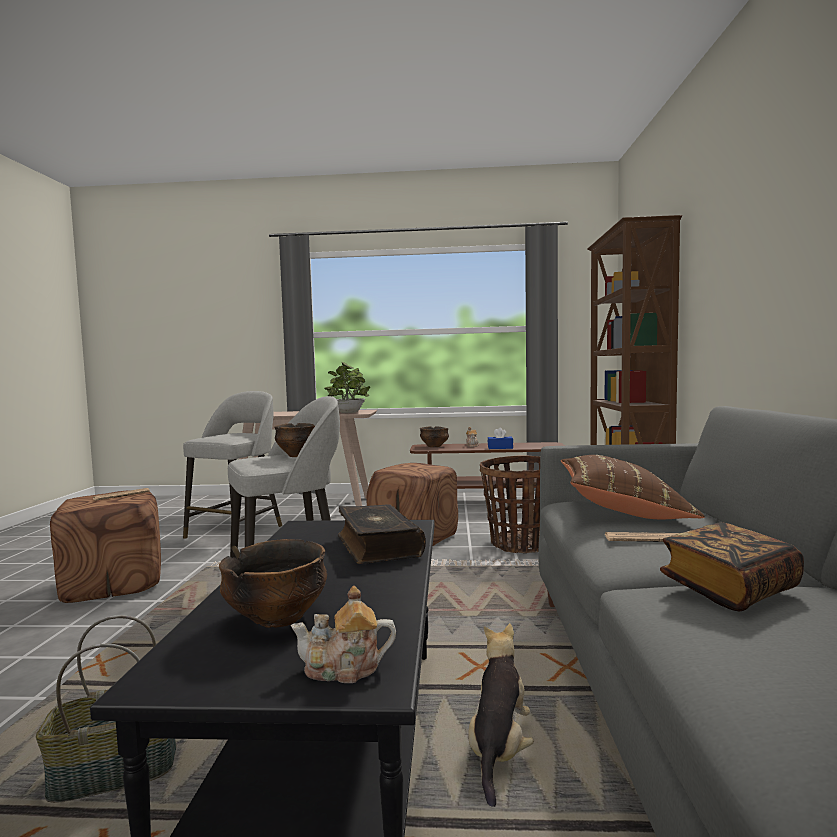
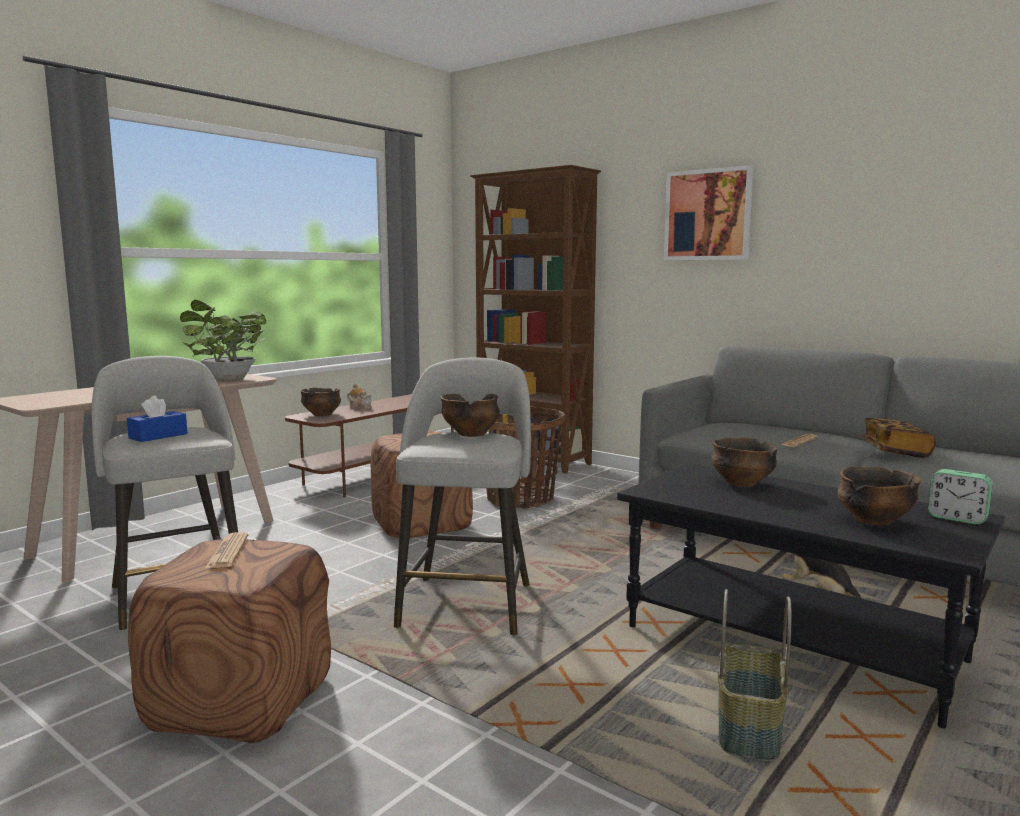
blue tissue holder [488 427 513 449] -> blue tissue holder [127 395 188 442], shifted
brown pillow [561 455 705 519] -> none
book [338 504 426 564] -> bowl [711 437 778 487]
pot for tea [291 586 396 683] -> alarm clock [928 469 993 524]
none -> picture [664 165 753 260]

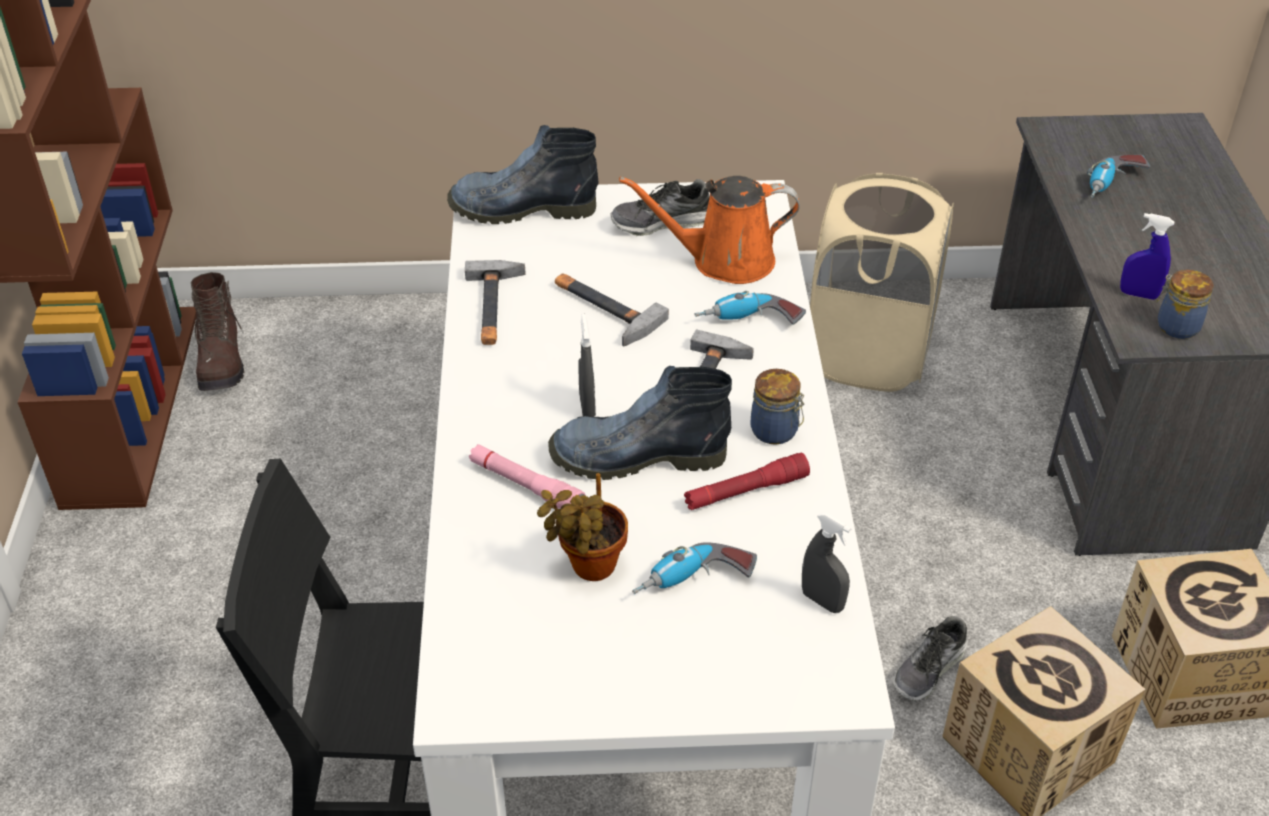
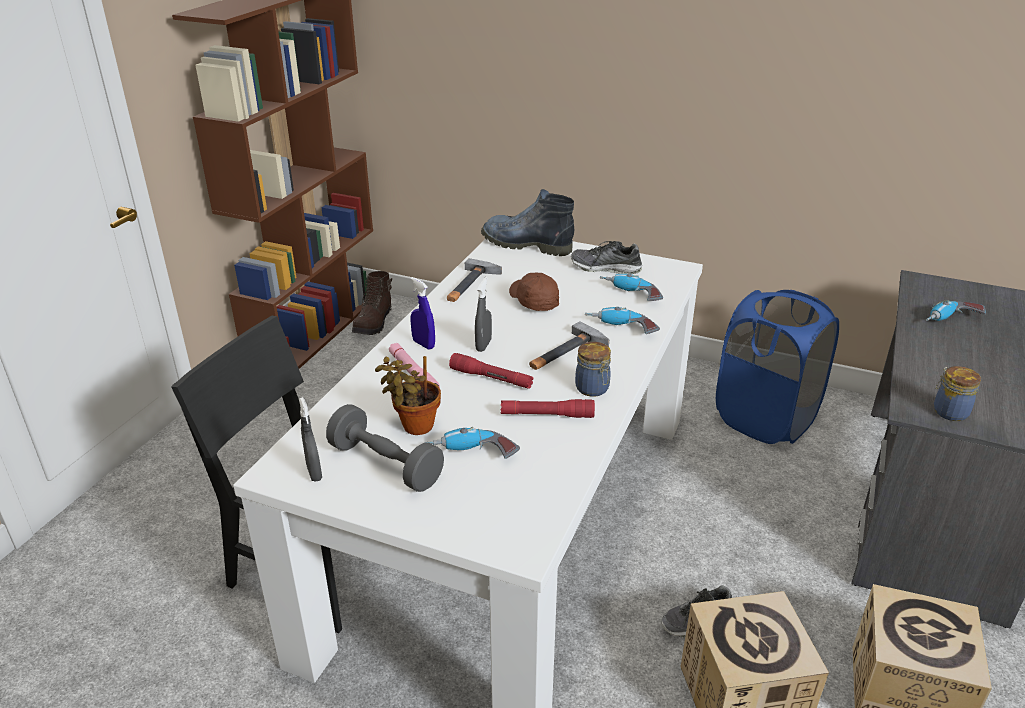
sand-coloured washing basket [810 173 954 392] -> blue washing basket [716 290 839 444]
orangey watering pot [619 176 800 284] -> power drill [600 274 663 301]
blue sprayer [1120 213 1174 300] -> blue sprayer [410 277 435 350], shifted
hand hammer [555 273 669 346] -> brown cap [509 273 559 311]
boot [548 366 732 480] -> red-coloured torch [449 353 534 389]
gray sprayer [802 512 852 613] -> gray sprayer [299 397 322 482], shifted
none -> gray hand weight [326 404 444 492]

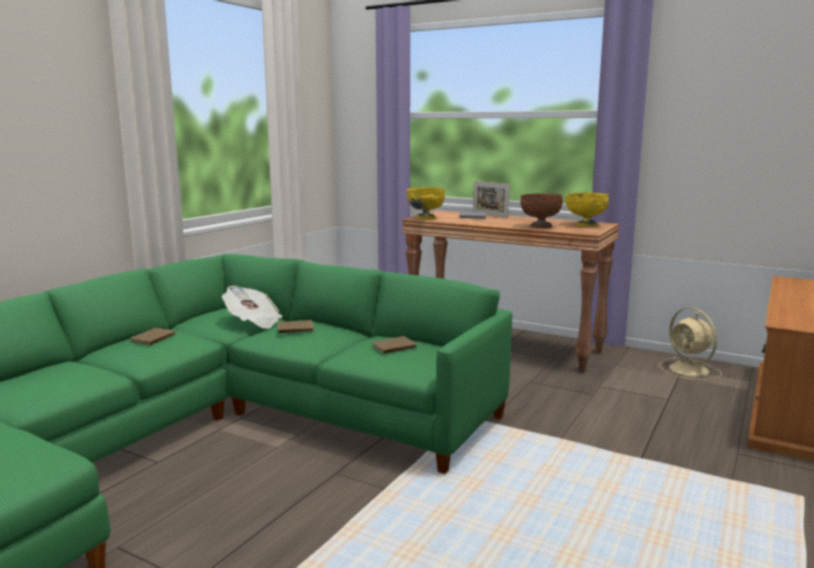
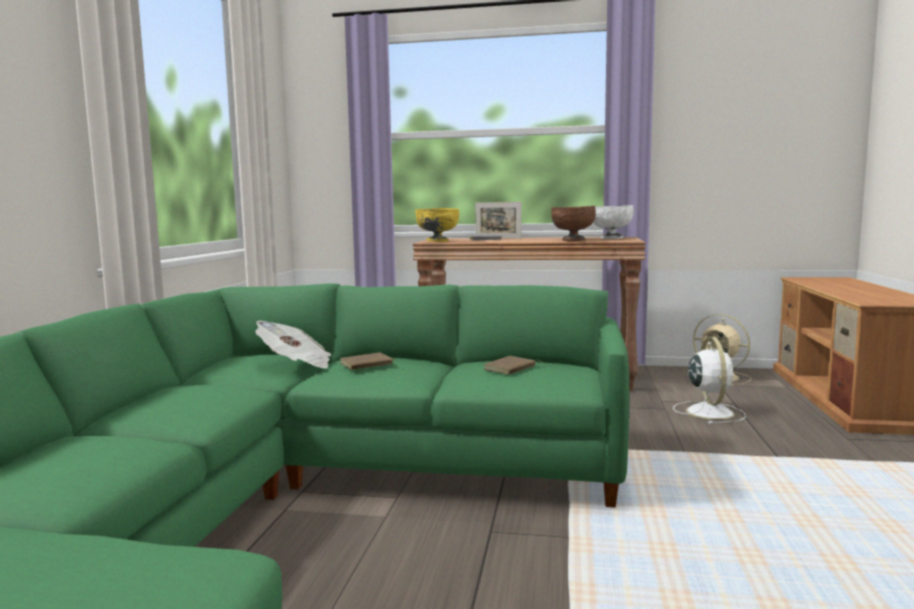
yellow-coloured bowl [566 193 609 227] -> white bowl [593 205 634 239]
brown book [130 328 181 346] -> none
none -> white electric fan [673 337 746 424]

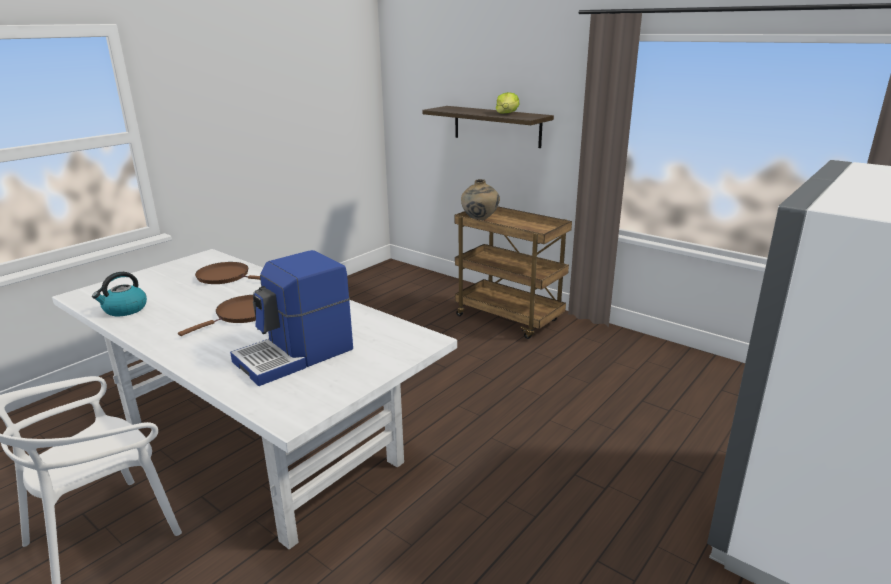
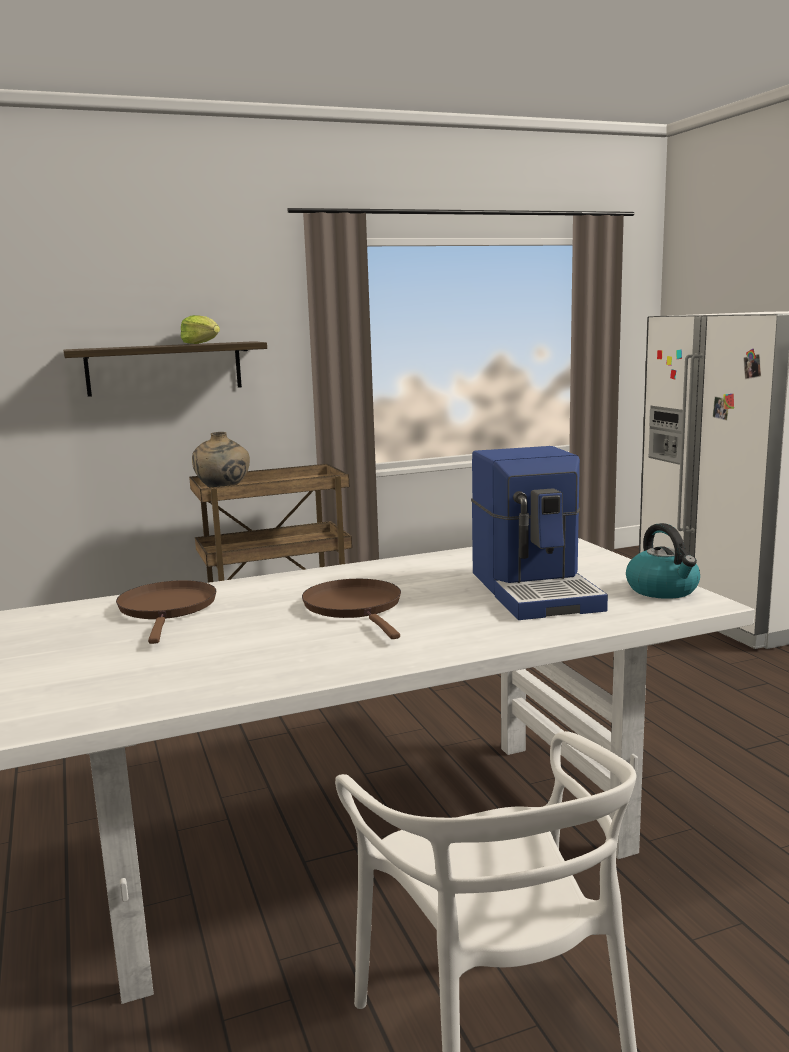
brown pan [195 262 260 284] -> brown pan [116 580 216 644], 120 degrees clockwise
kettle [92 272 147 316] -> kettle [626 523 700 599], shifted

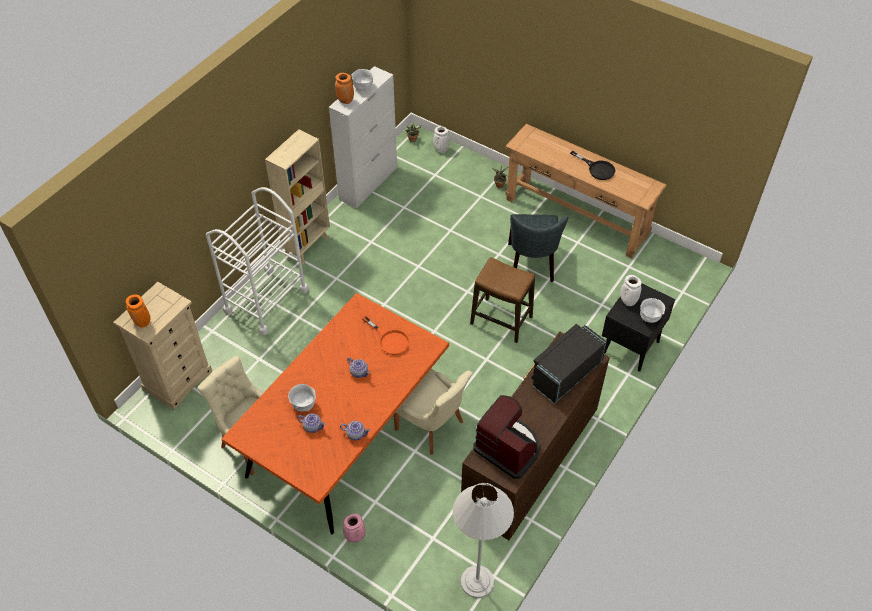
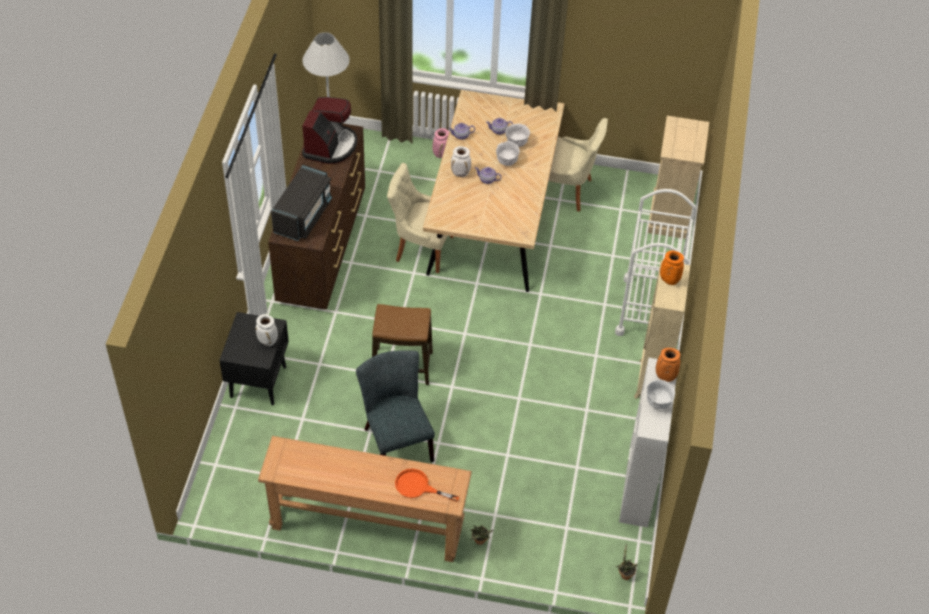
white vase [433 126 449 153] -> white vase [451 146 471 177], shifted
blackish pan [570 151 615 180] -> none
orangey kitchen table [221 293 449 534] -> sand-coloured kitchen table [423 90 565 292]
orangey vase [126 294 150 328] -> orangey vase [660 251 684 285], shifted
white bowl [640 298 665 323] -> white bowl [496 141 520 166], shifted
orangey pan [362 316 410 355] -> orangey pan [395 469 459 502], shifted
coffee brewer [473 395 540 479] -> coffee brewer [302 97 357 164], 90 degrees counterclockwise

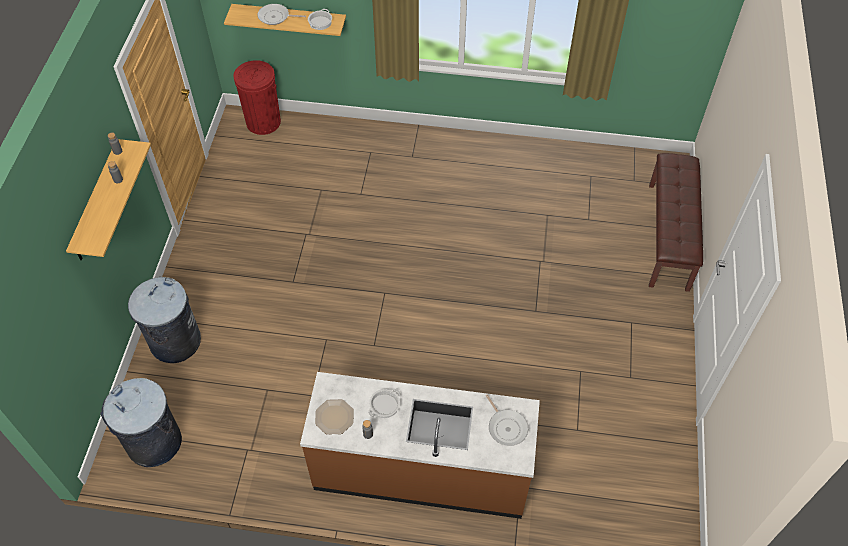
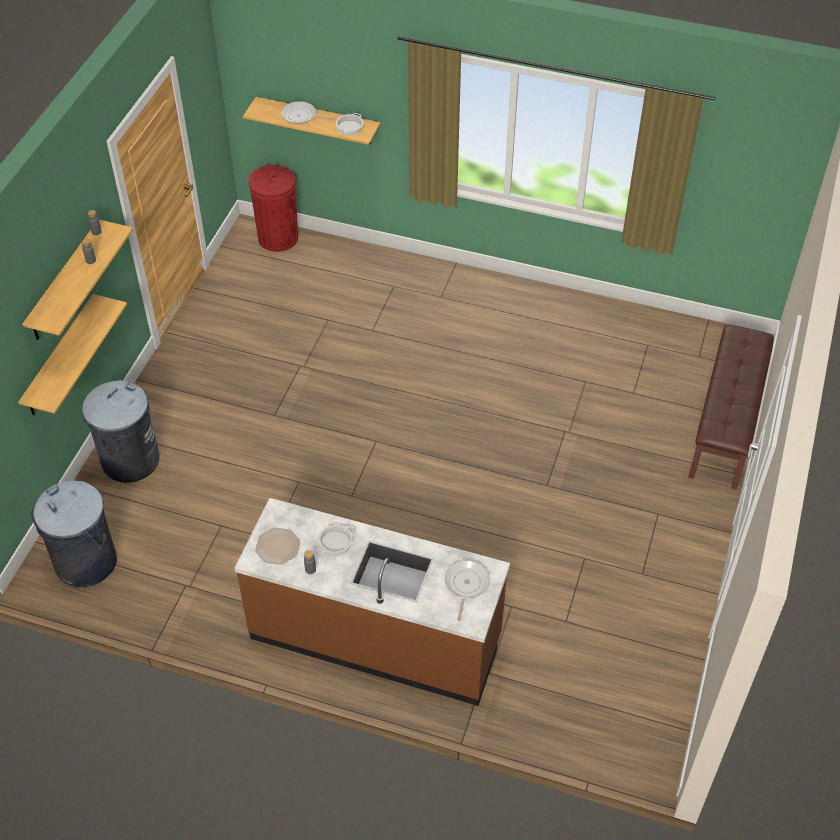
pan [486 394 528 446] -> pan [445 560 490 621], 150 degrees counterclockwise
none -> shelf [18 294 127 415]

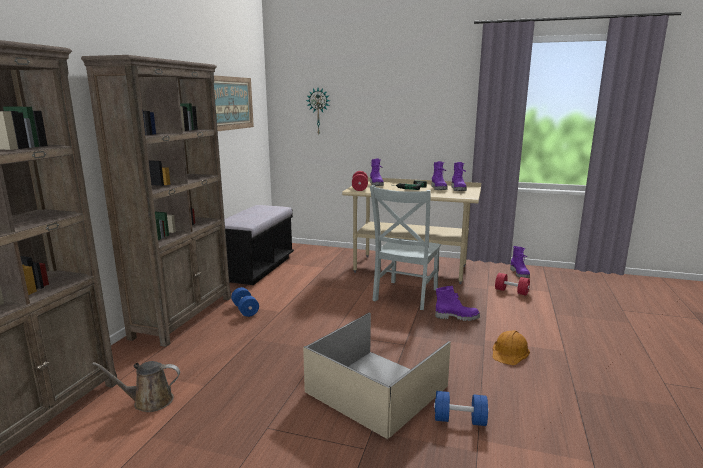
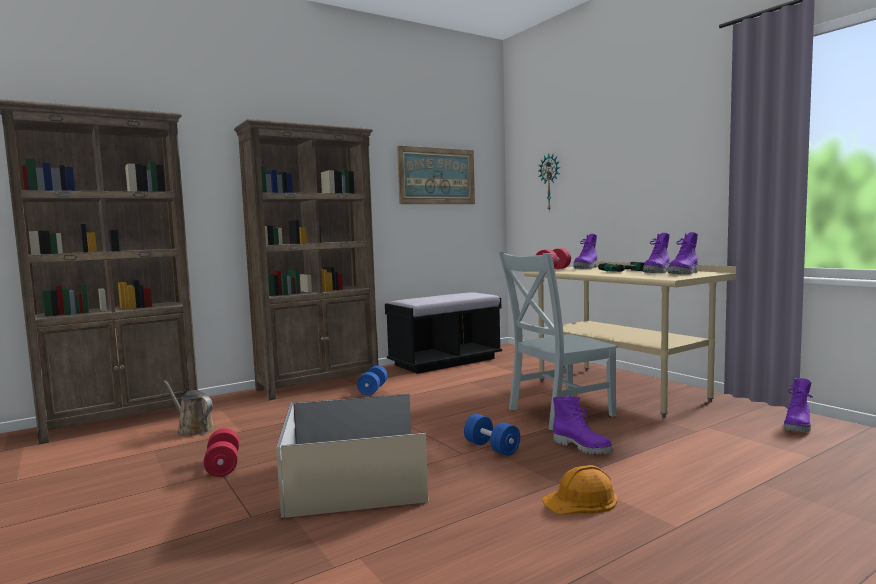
red-coloured hand weight [495 273 530 296] -> red-coloured hand weight [203 428 239 477], shifted
blue hand weight [434 391 489 426] -> blue hand weight [464 414 520 456], shifted

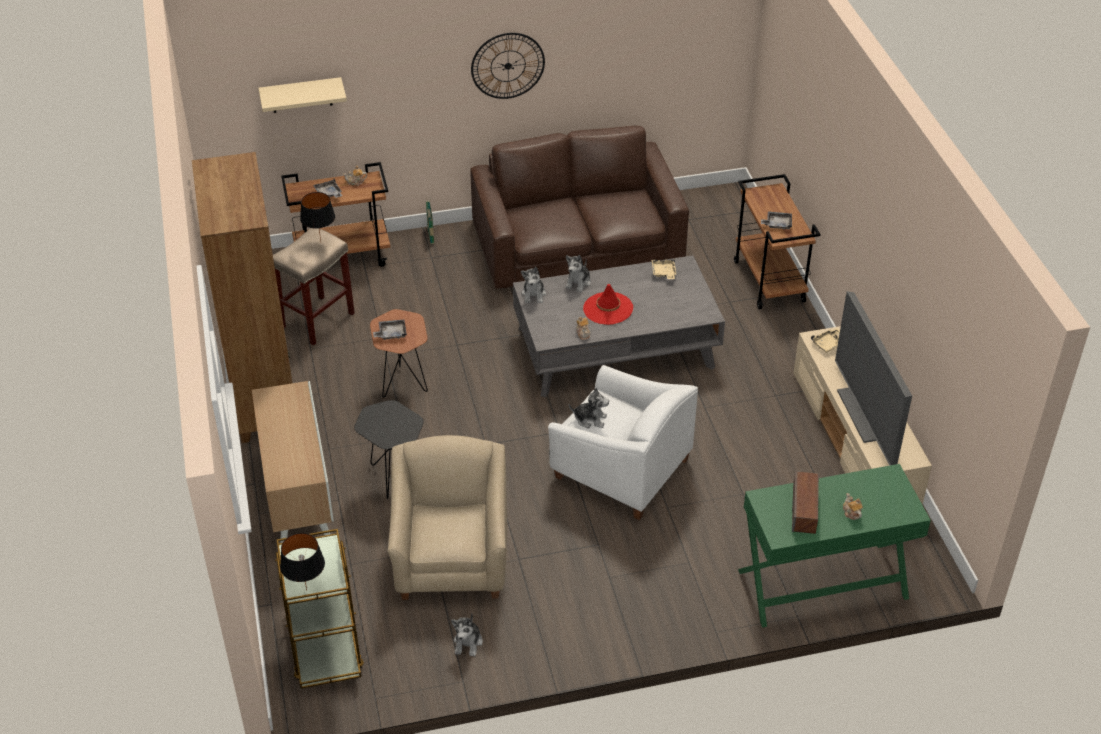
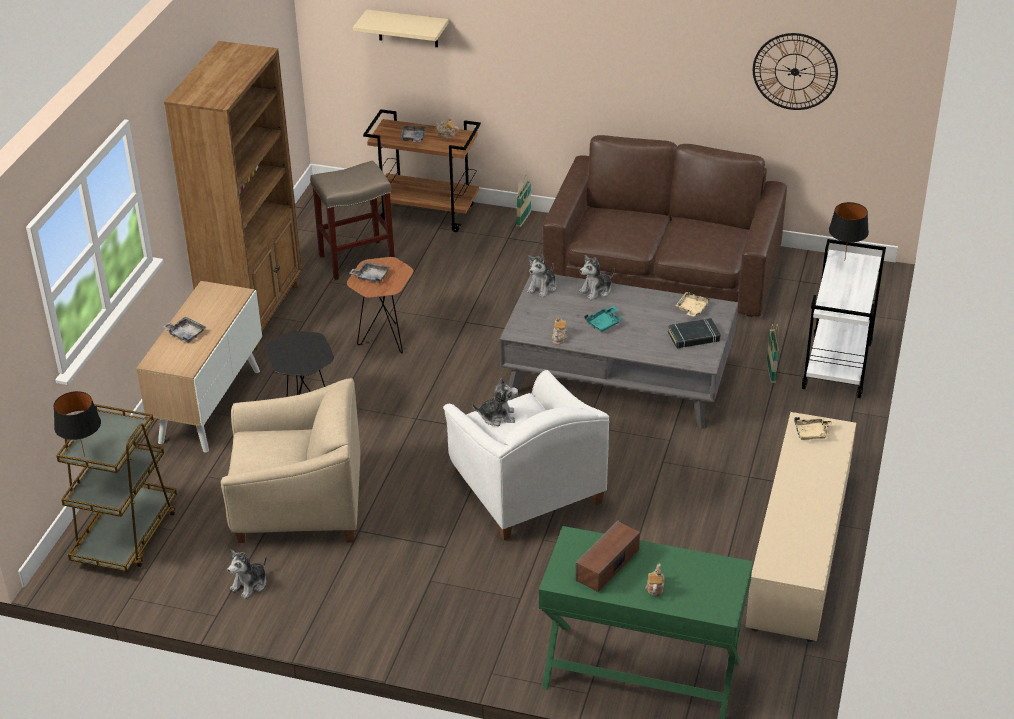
clock on the wall [471 33 545 99] -> clock on the wall [753 33 838 110], shifted
brown cart [734 174 820 309] -> white cart [802 239 886 398]
blackish tabletop lamp [300 192 335 241] -> blackish tabletop lamp [829 202 869 258], shifted
gray carrying tray [761 211 792 229] -> gray carrying tray [162 317 206 343], shifted
red-coloured clothing hat [583 284 633 325] -> blue-green carrying tray [584 306 623 332]
TV set [835 291 912 466] -> none
plush toy [569 388 609 429] -> plush toy [472 377 518 426], 45 degrees counterclockwise
sand-coloured armchair [387 435 507 600] -> sand-coloured armchair [221 378 360 543], 60 degrees clockwise
none -> blackish book [668 318 721 348]
none -> household basket [767 324 779 383]

